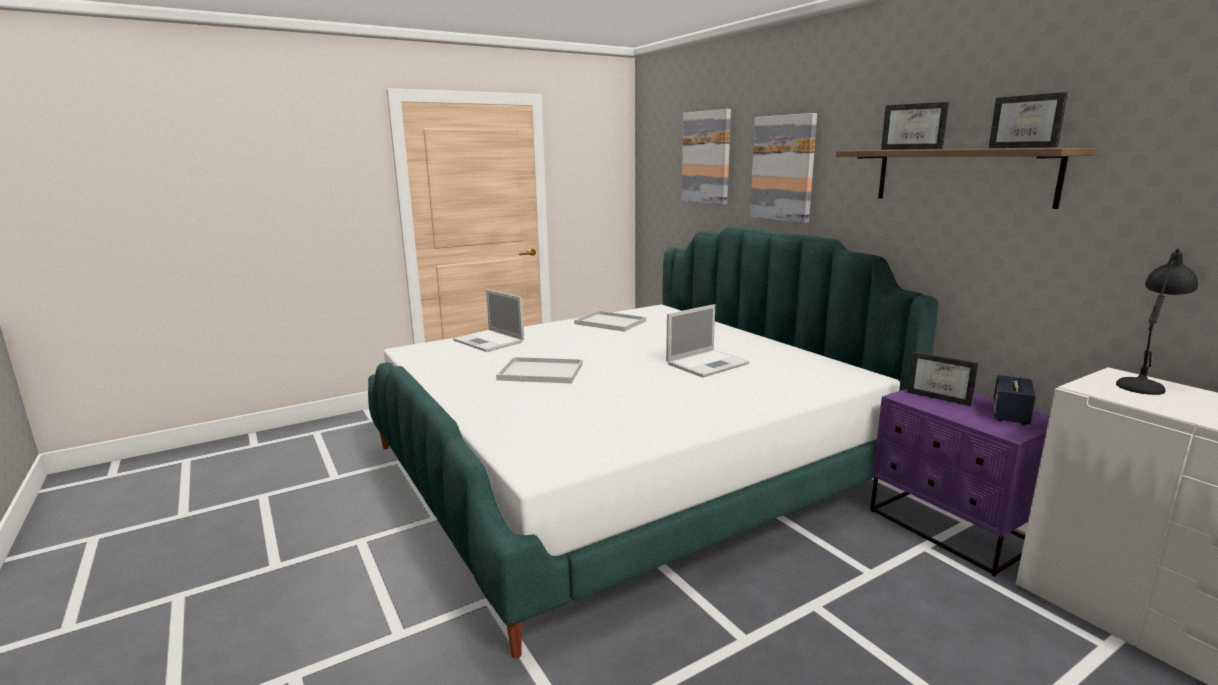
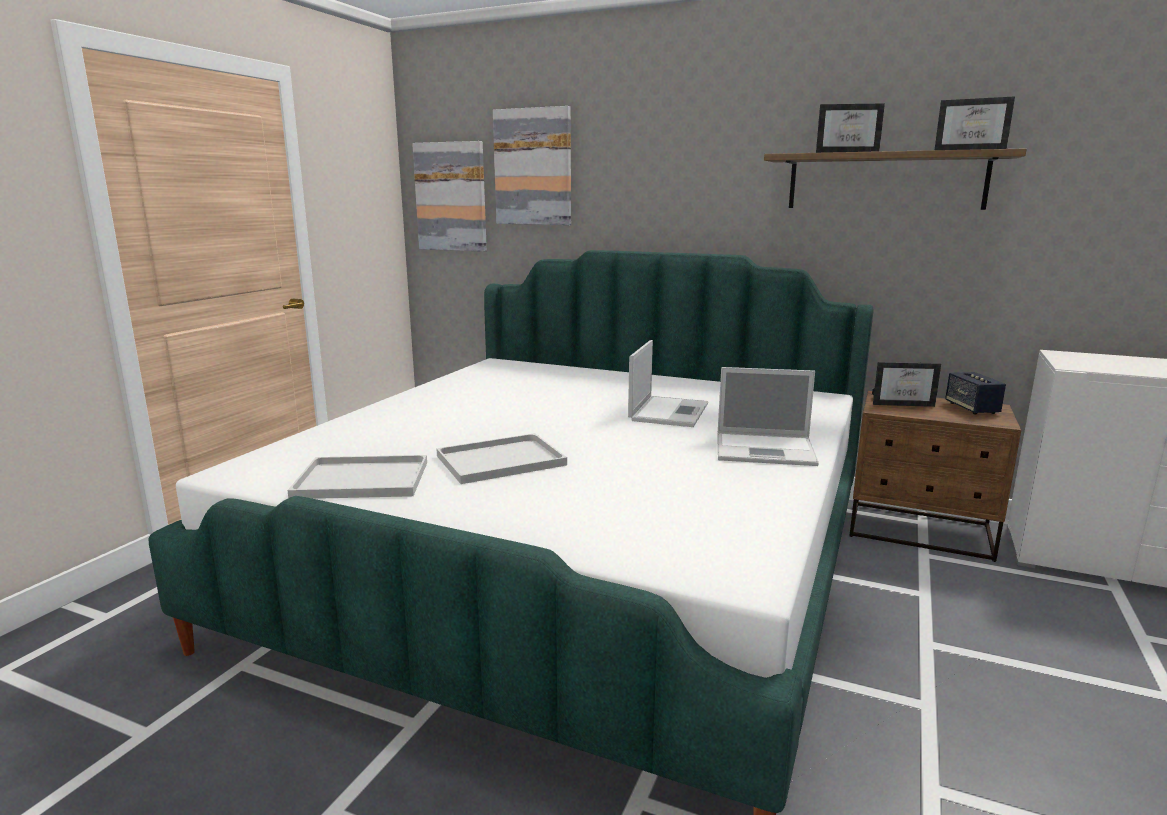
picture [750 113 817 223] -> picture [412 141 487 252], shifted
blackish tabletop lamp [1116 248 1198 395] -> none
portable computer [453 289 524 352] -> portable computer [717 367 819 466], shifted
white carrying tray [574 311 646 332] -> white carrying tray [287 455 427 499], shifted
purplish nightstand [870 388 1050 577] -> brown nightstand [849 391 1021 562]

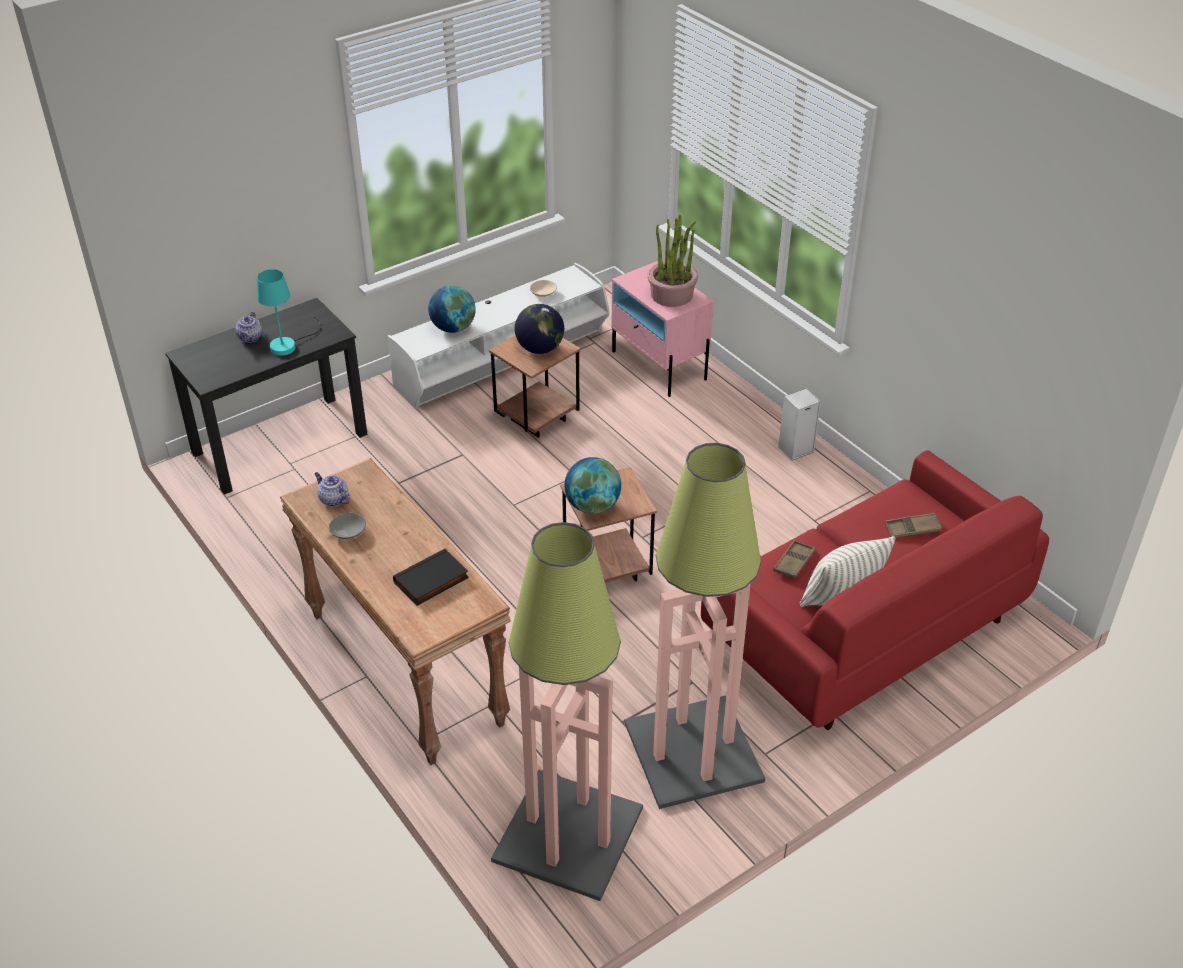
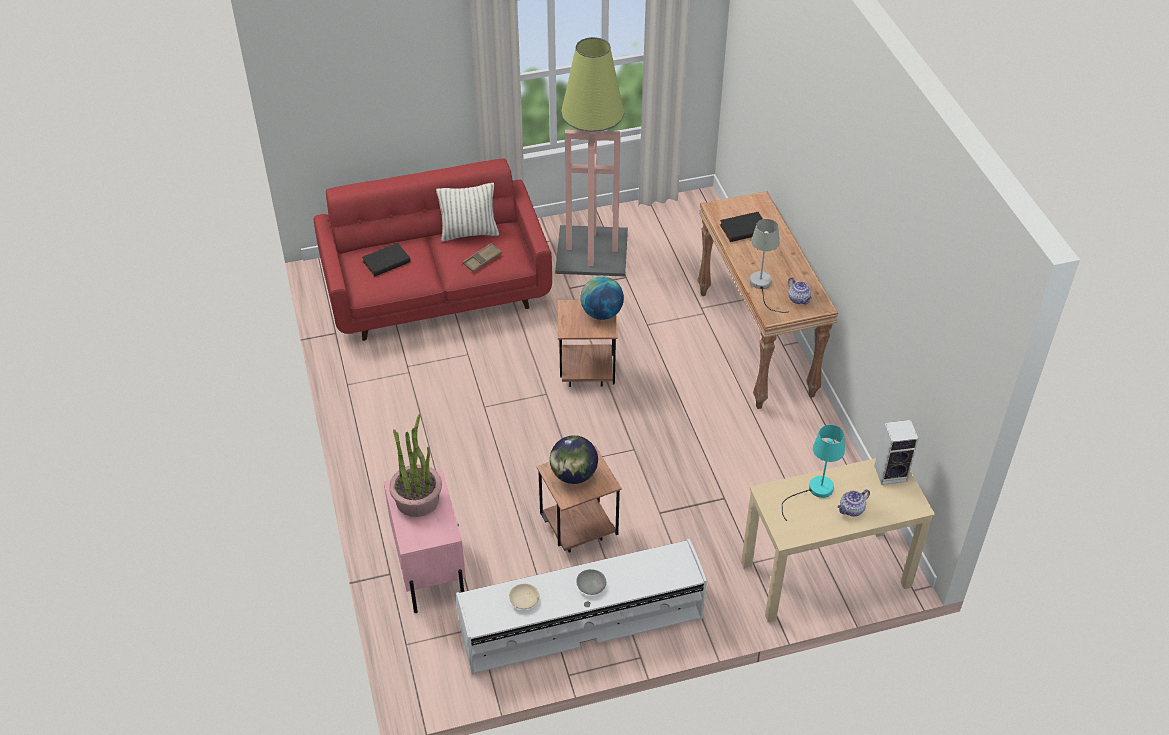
world globe [428 285 476 333] -> none
blackish desk table [165 298 368 495] -> sand-coloured desk table [741 458 935 622]
pot for tea [236 312 262 343] -> pot for tea [838 489 870 516], 150 degrees counterclockwise
speaker [778 389 821 461] -> speaker [874 420 919 485], shifted
gray bowl [329 513 366 539] -> gray bowl [576 569 606 595], shifted
brown carrying tray [885 513 942 538] -> blackish book [362 243 411 277]
standard lamp [491 522 643 901] -> none
none -> gray tabletop lamp [750 219 789 313]

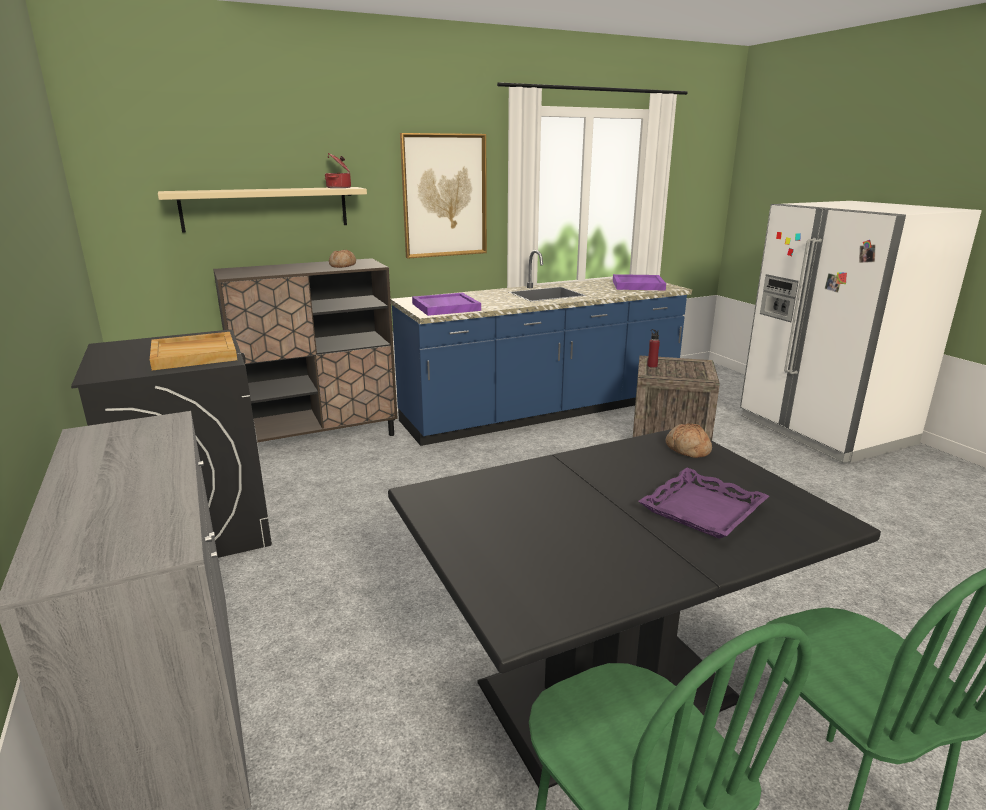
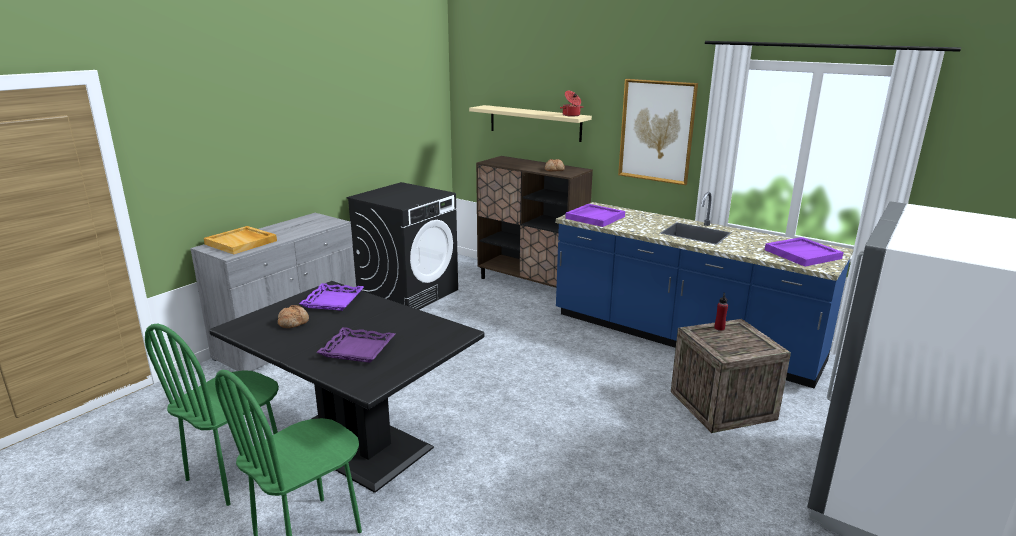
sand-coloured carrying tray [150 332 237 370] -> sand-coloured carrying tray [204 226 277 254], shifted
baked bread [666 423 712 458] -> baked bread [278 305 309 328], shifted
none -> purplish carrying tray [299 283 364 311]

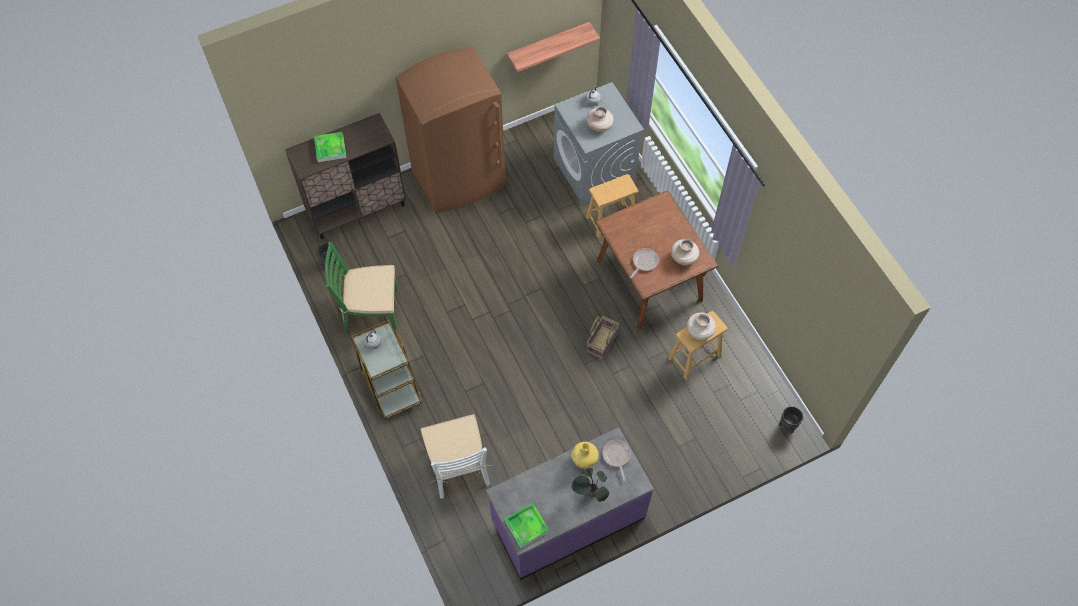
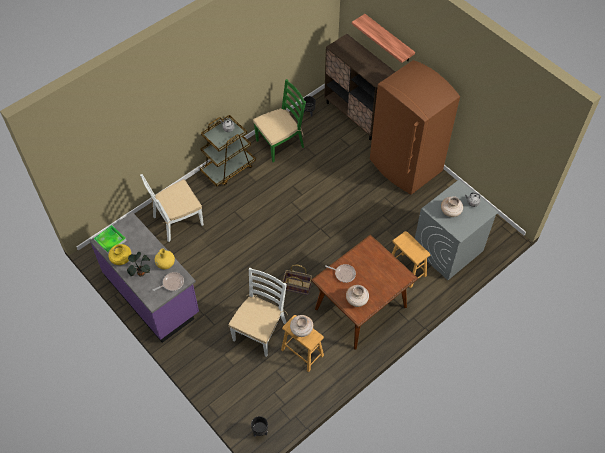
shelf [507 22 600 72] -> shelf [352 14 415 63], shifted
carrying tray [314 132 346 162] -> none
greenish upright chair [325 242 398 333] -> greenish upright chair [253 79 306 162], 75 degrees clockwise
none -> yellow-coloured vase [108 244 132 265]
none -> white upright chair [228 268 288 357]

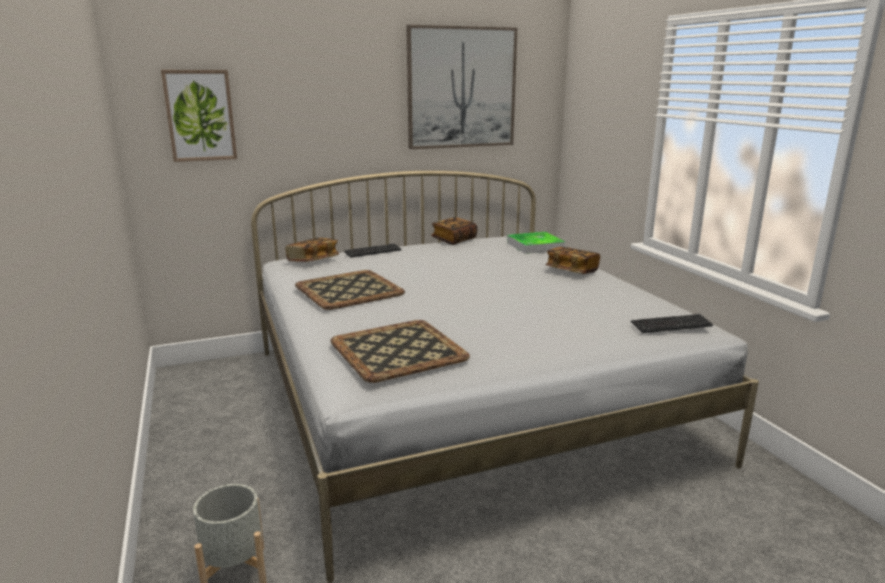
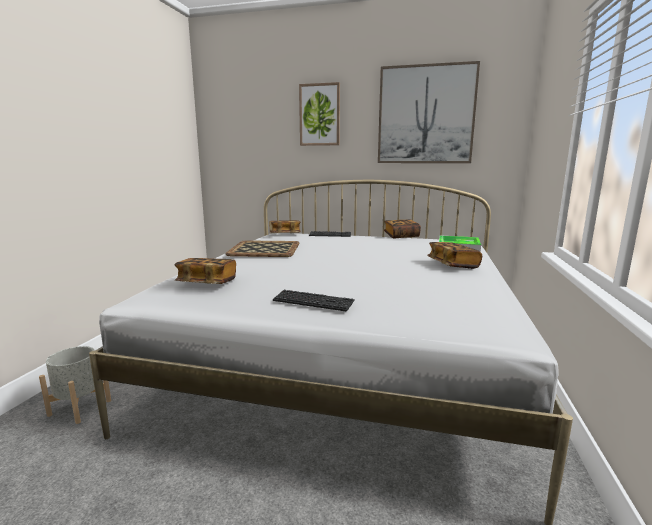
picture [161 70 237 162] -> picture [299 82 340 146], shifted
keyboard [631 314 713 333] -> keyboard [273 290 355 311], shifted
carrying tray [330 320 470 383] -> book [175 258 236 284]

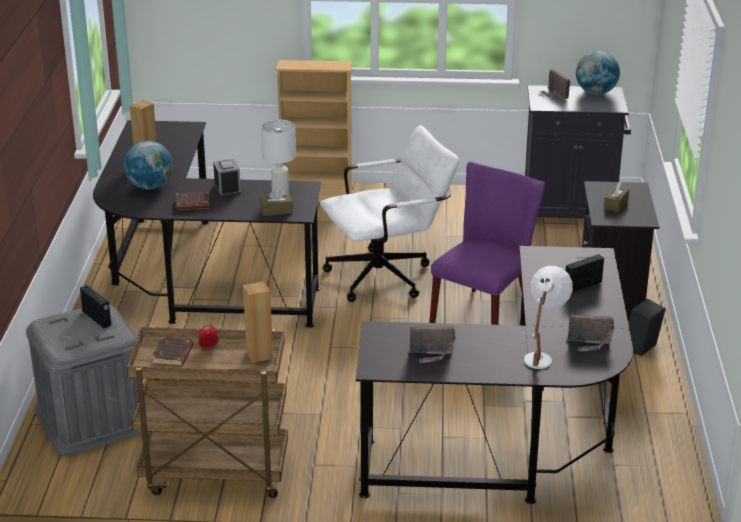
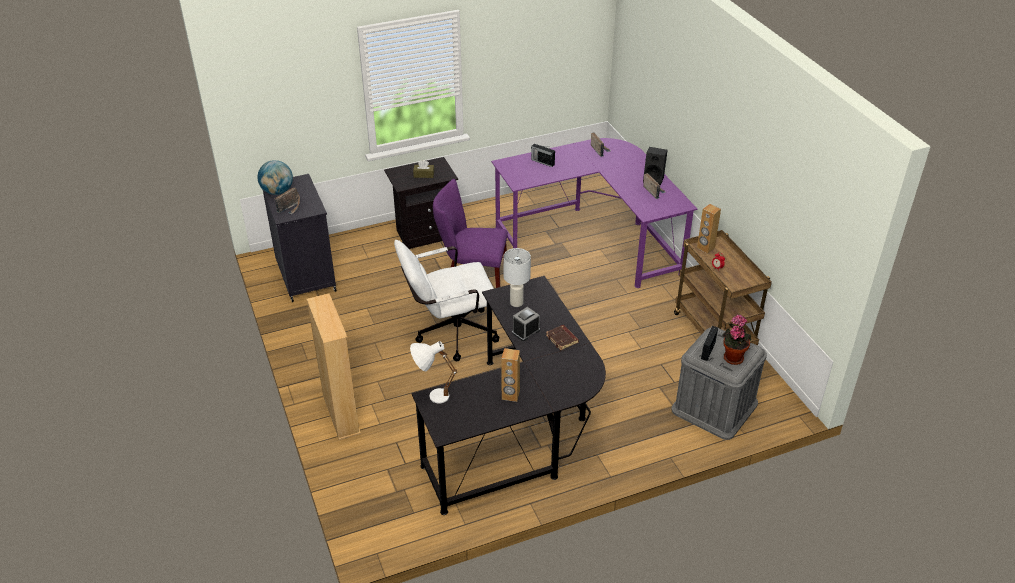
white computer chair [320 125 459 302] -> white computer chair [394 240 499 361], 60 degrees counterclockwise
world globe [124 141 173 189] -> none
brown tissue holder [260 188 293 216] -> none
blackish desk table [356 246 633 504] -> purplish desk table [491 138 697 288]
white tabletop lamp [524 266 573 369] -> white tabletop lamp [410 341 457 404], shifted
blackish speaker [628 299 666 356] -> blackish speaker [643 147 668 185], shifted
brown book [151 337 194 366] -> none
none -> potted plant [722 315 751 365]

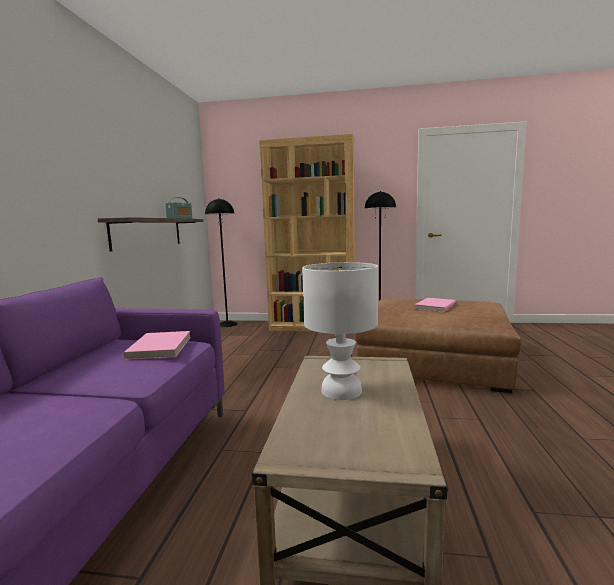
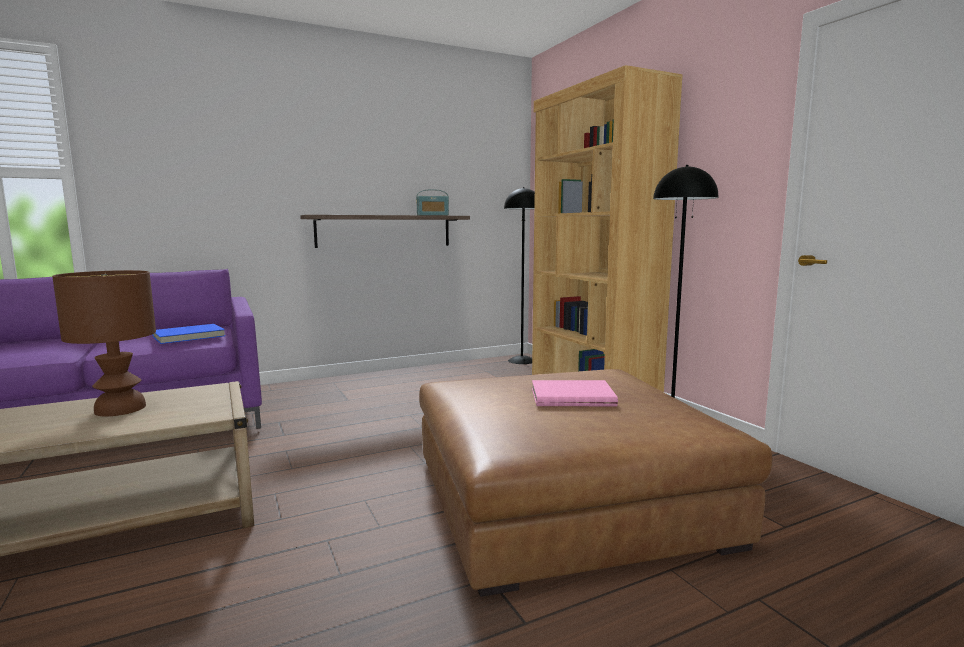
white tabletop lamp [302 262 378 400] -> brown tabletop lamp [52 270 156 416]
pink-coloured book [123 331 191 360] -> blue book [152 324 225 344]

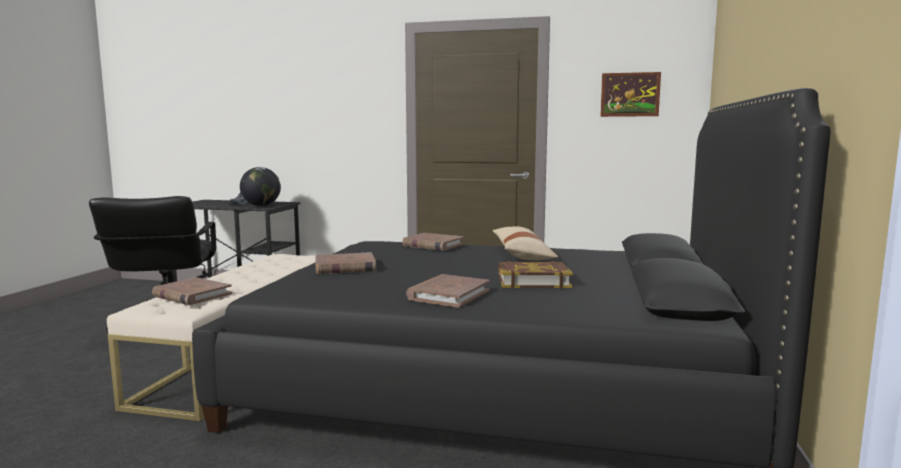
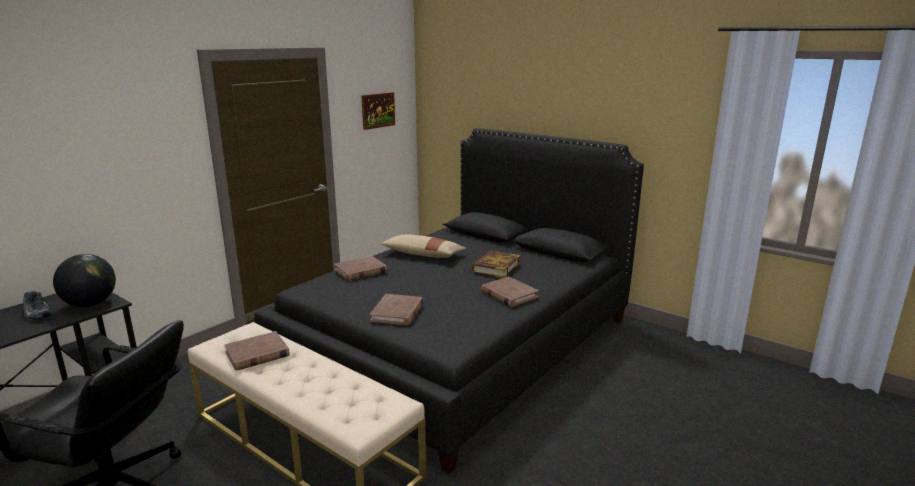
brown book [152 277 232 305] -> brown book [224 331 290 371], shifted

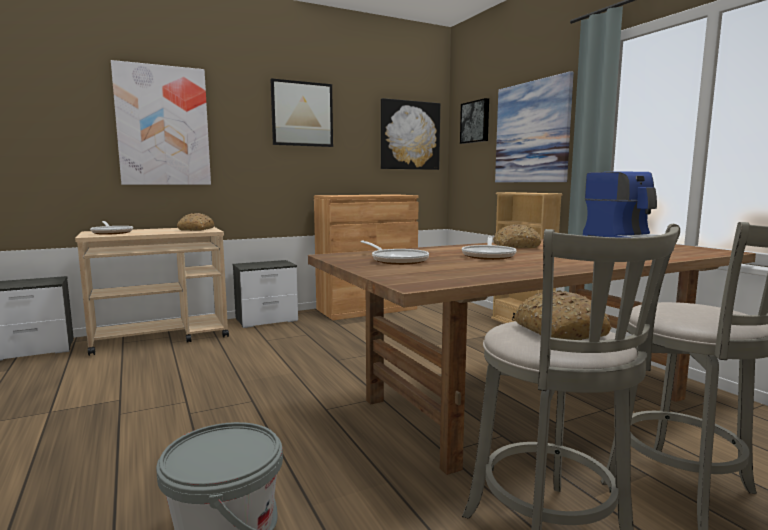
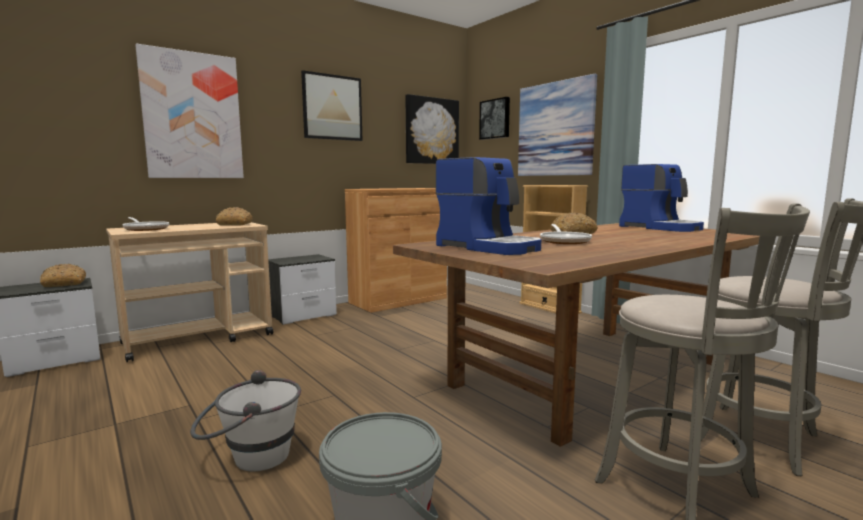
pan [361 241 429 265] -> coffee brewer [436 157 541 255]
baked bread [514 291 612 340] -> baked bread [40 264 86 287], shifted
none -> white water bucket [190 370 301 471]

